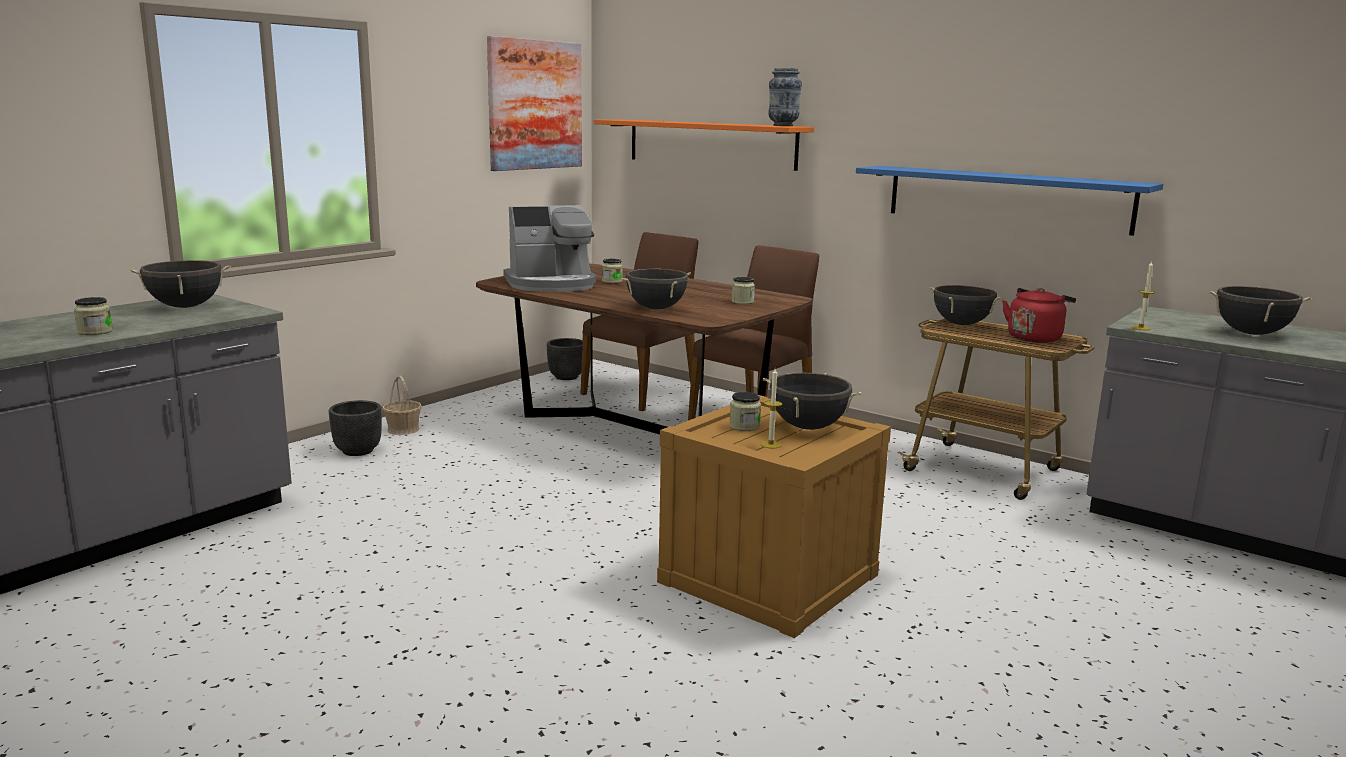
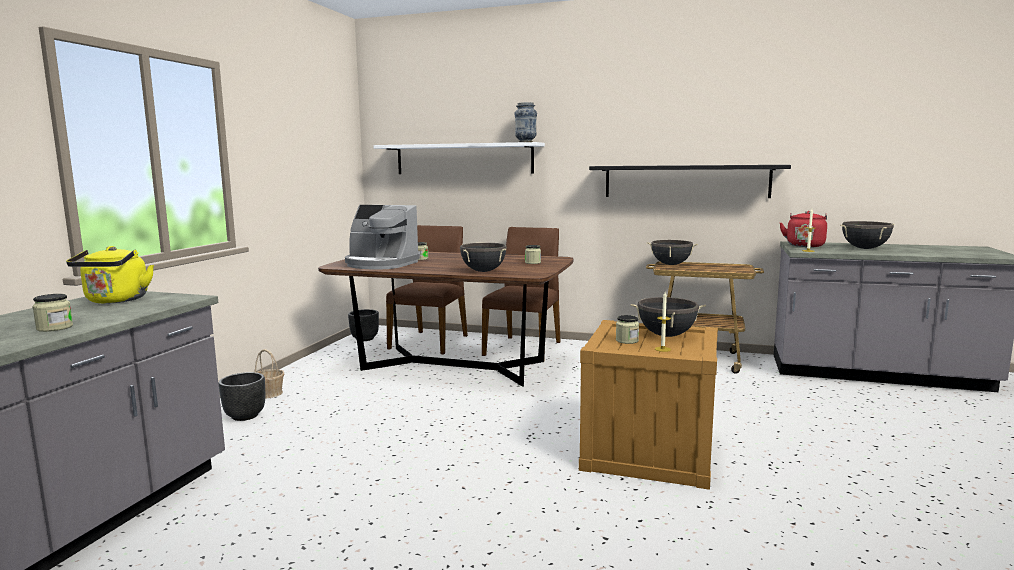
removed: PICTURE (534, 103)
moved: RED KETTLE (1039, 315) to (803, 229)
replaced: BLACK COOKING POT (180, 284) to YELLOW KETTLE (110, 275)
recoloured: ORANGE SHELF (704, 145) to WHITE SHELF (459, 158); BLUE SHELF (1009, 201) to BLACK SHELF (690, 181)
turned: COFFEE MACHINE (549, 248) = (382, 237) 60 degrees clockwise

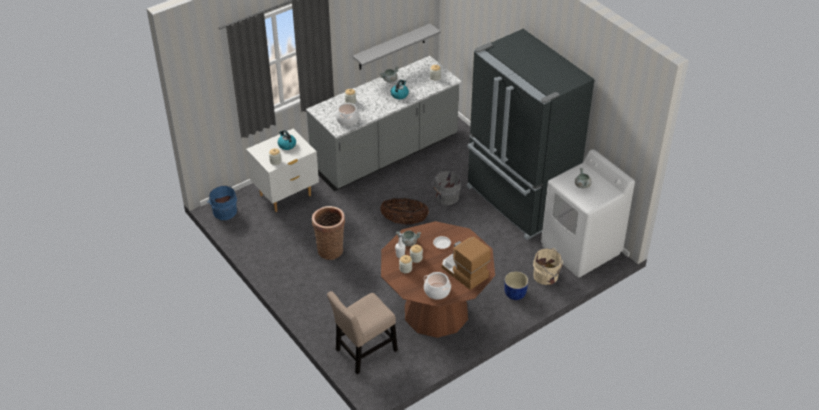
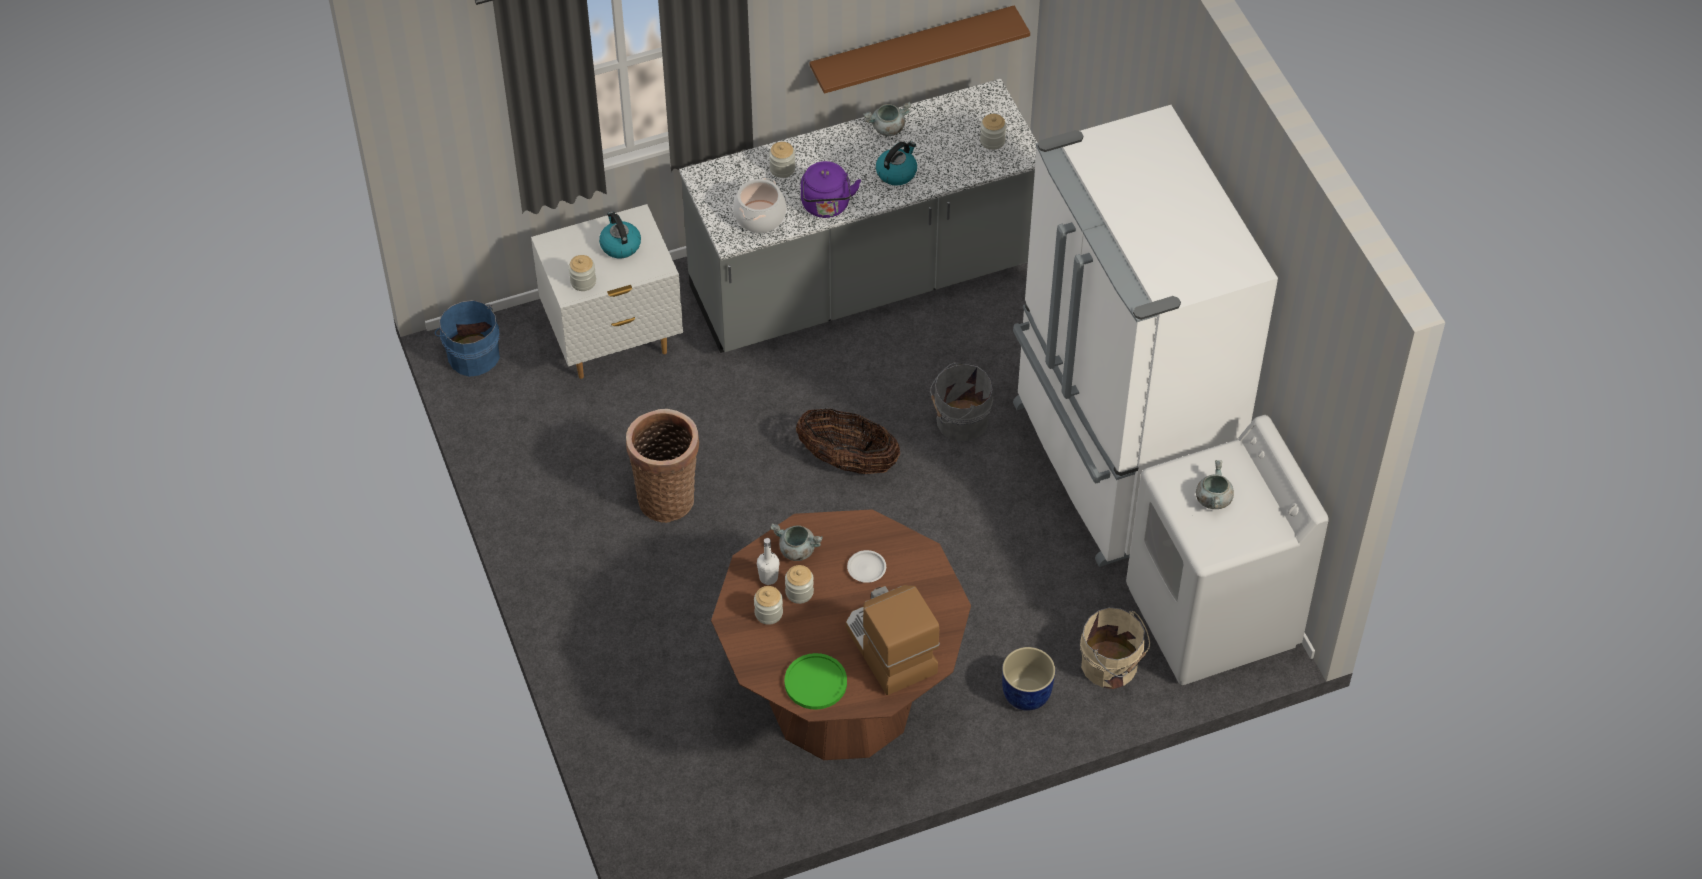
removed: BEIGE CHAIR (362, 332)
added: PURPLE KETTLE (831, 189)
replaced: COOKING POT (437, 286) to GREEN PLATE (815, 681)
recoloured: GREY SHELF (397, 47) to BROWN SHELF (920, 49); BLACK FRIDGE (530, 134) to WHITE FRIDGE (1145, 336)

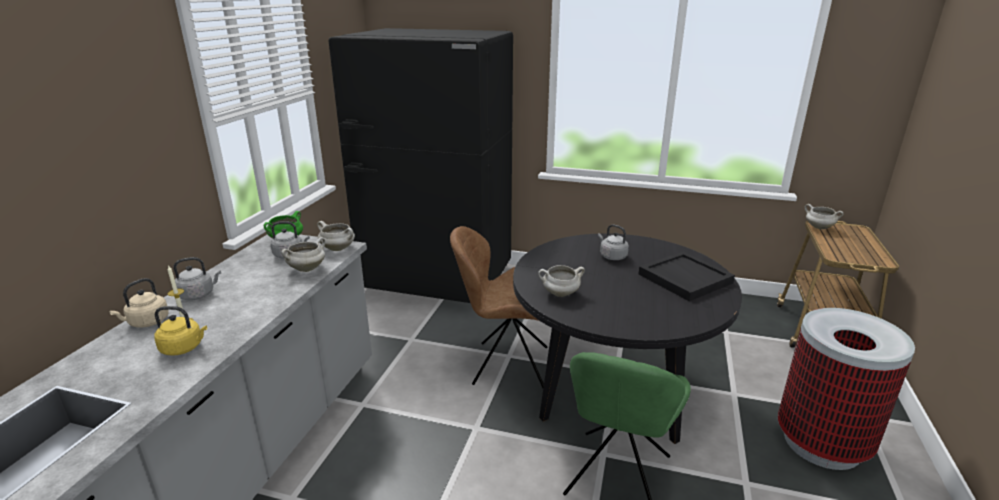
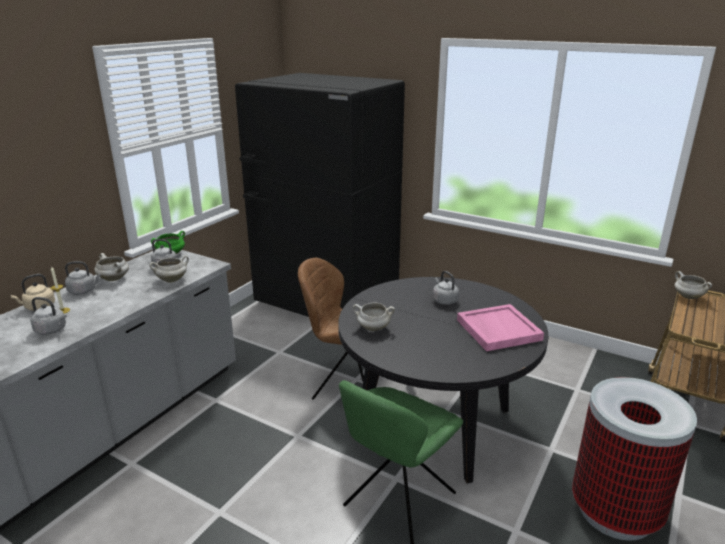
moved: WHITE COOKING POT (336, 236) to (111, 267)
recoloured: YELLOW KETTLE (180, 331) to GREY KETTLE (48, 316); BLACK TRAY (687, 276) to PINK TRAY (500, 327)

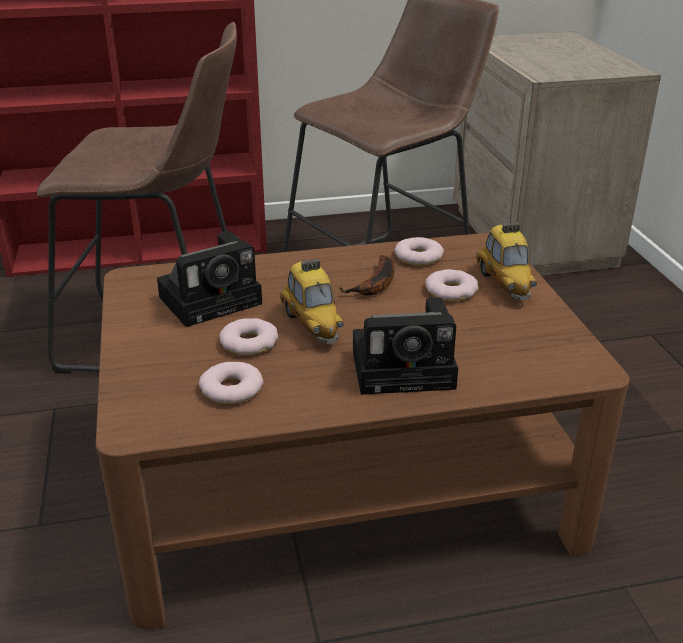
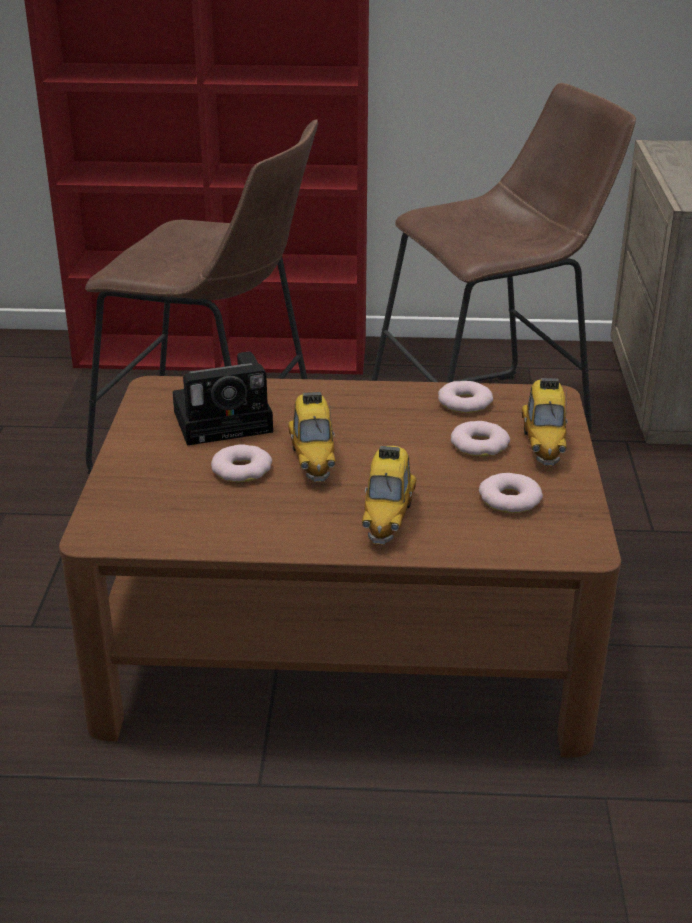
removed: BANANA (366, 275)
moved: DONUT (231, 383) to (511, 493)
replaced: PHOTO CAMERA (405, 346) to TOY CAR (389, 495)

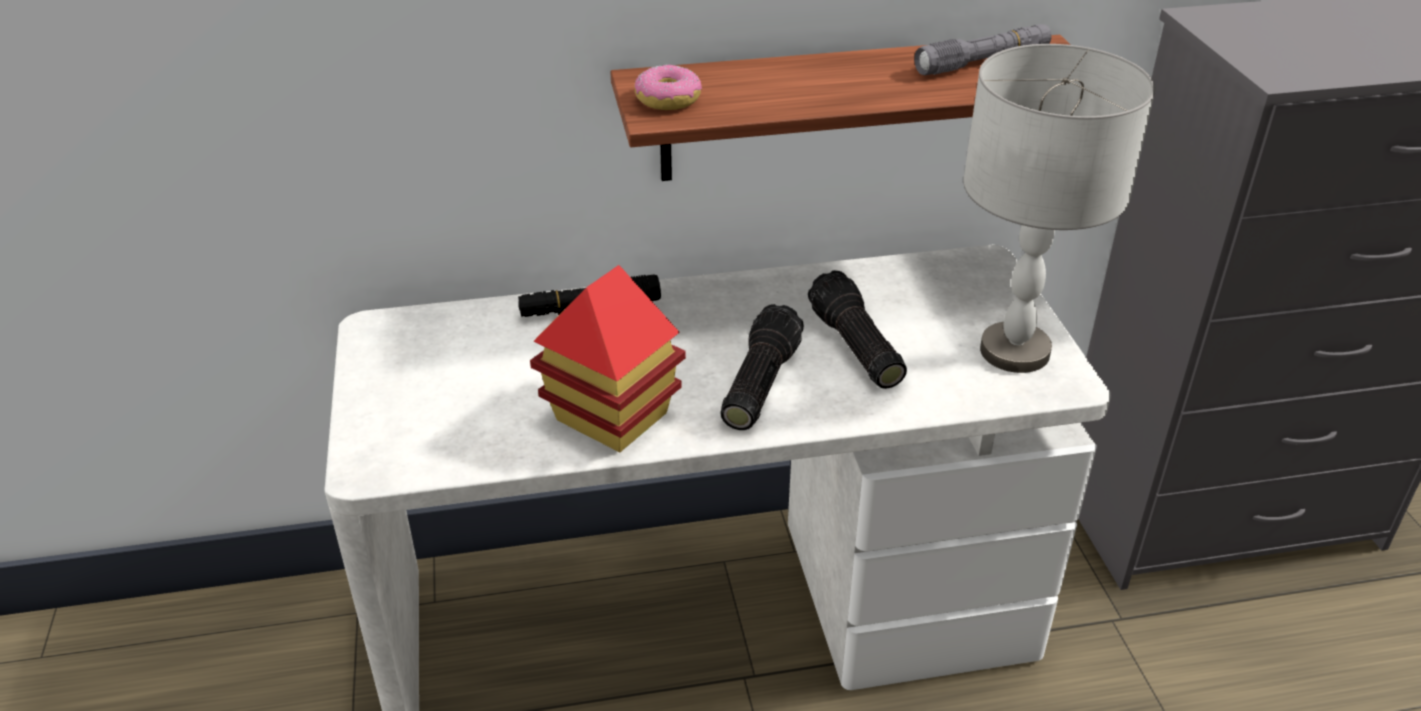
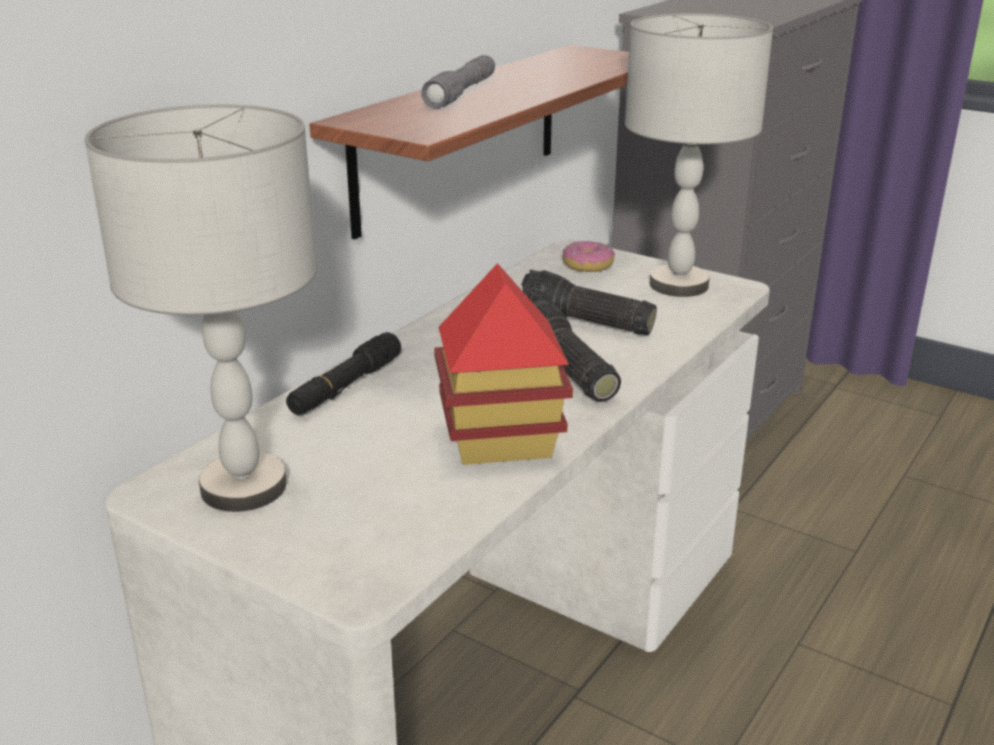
added: GREY TABLE LAMP (201, 308)
moved: DONUT (668, 87) to (589, 256); GREY FLASHLIGHT (983, 49) to (458, 82)

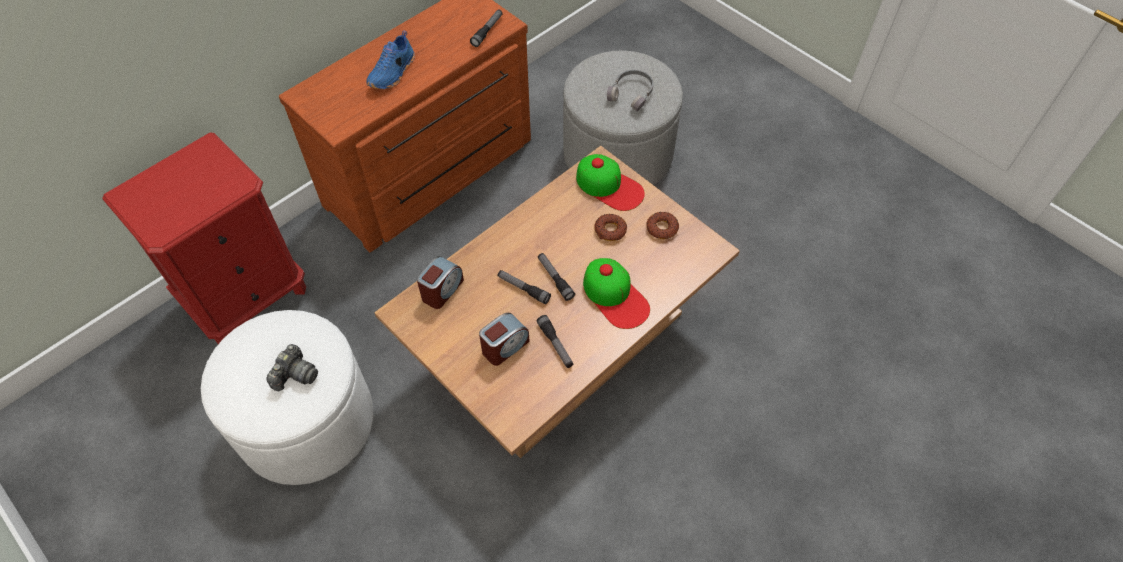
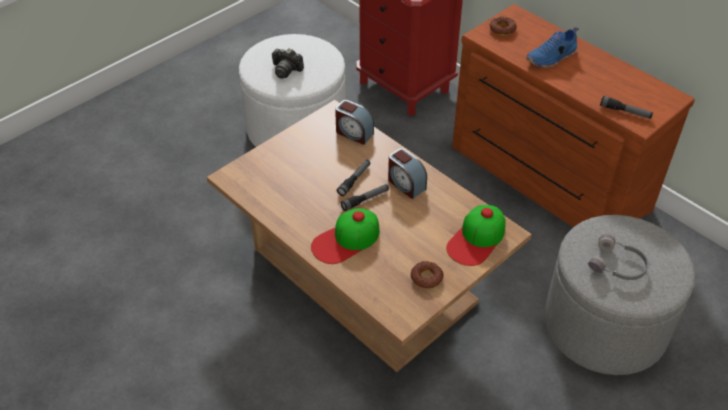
removed: FLASHLIGHT (555, 341)
moved: ALARM CLOCK (504, 339) to (407, 173); DONUT (610, 227) to (503, 26)
turned: BLUE SHOE (390, 60) = (552, 47) 60 degrees counterclockwise

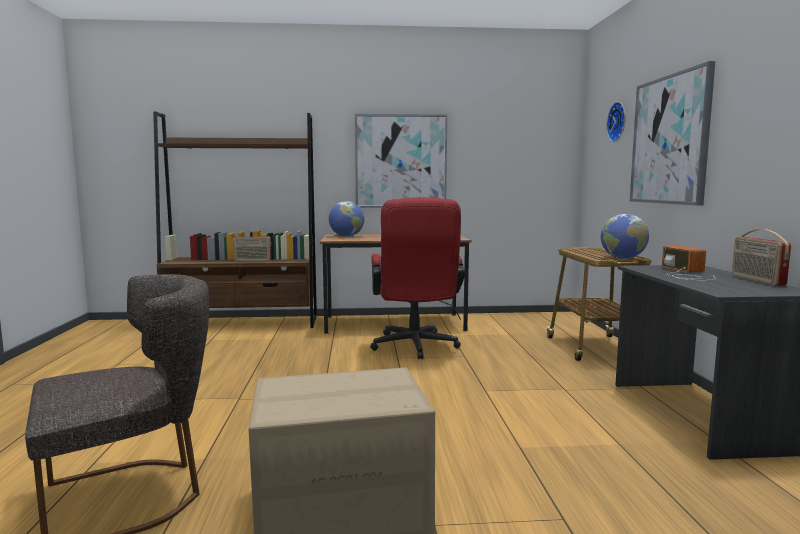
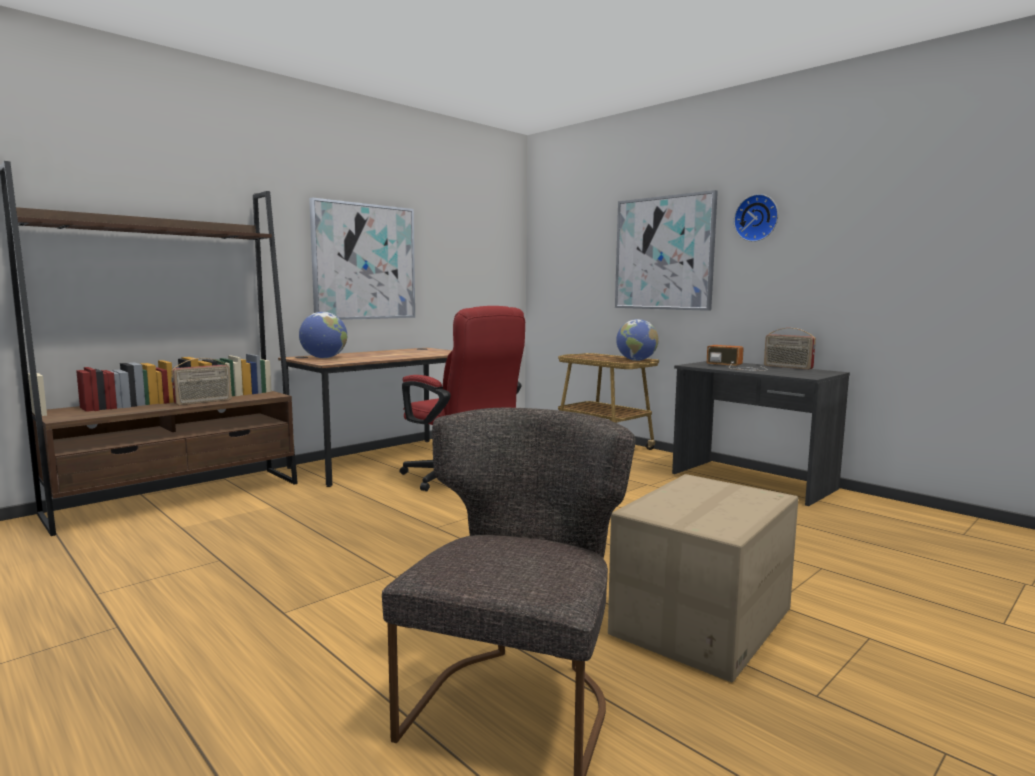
moved: WALL CLOCK (616, 122) to (756, 218)

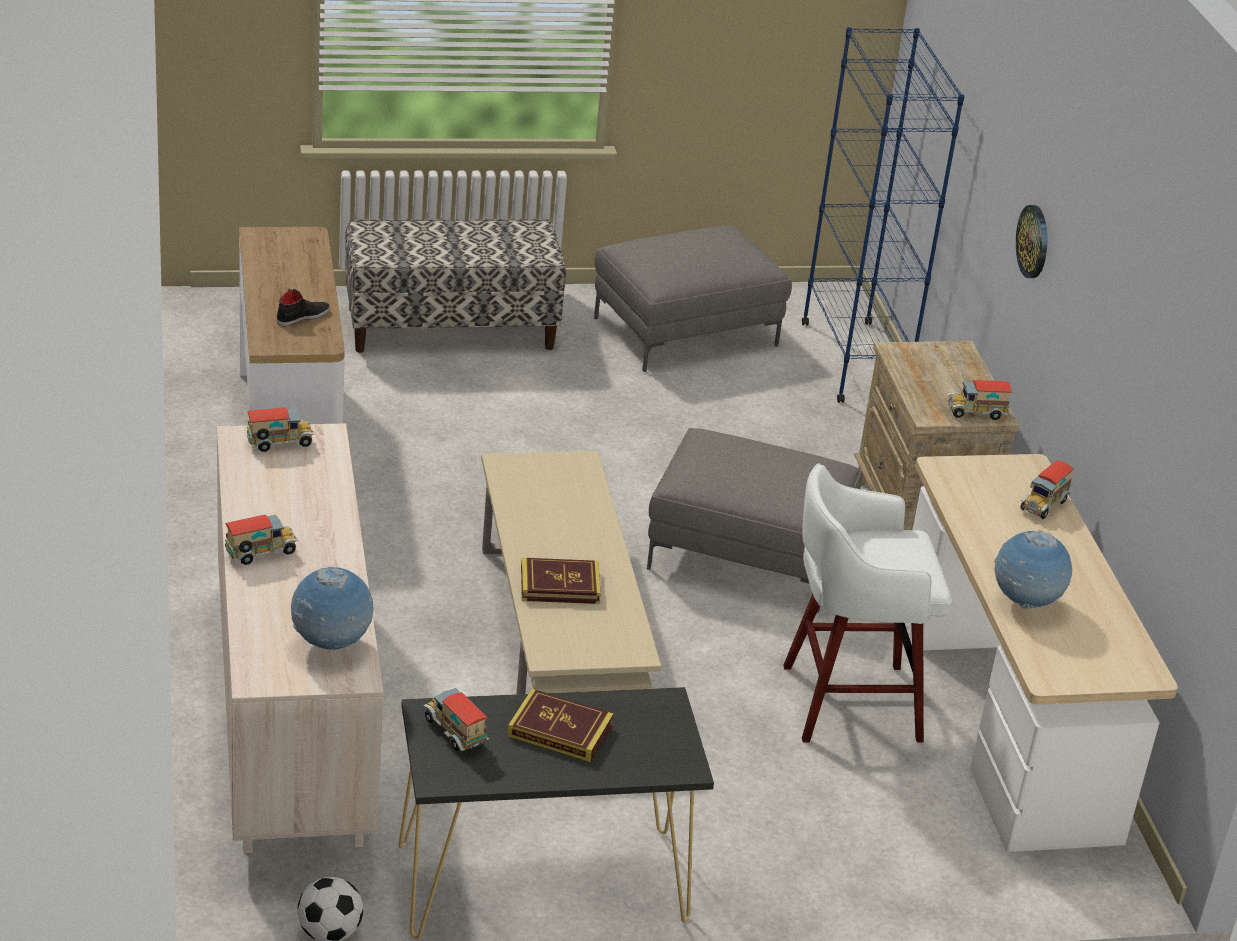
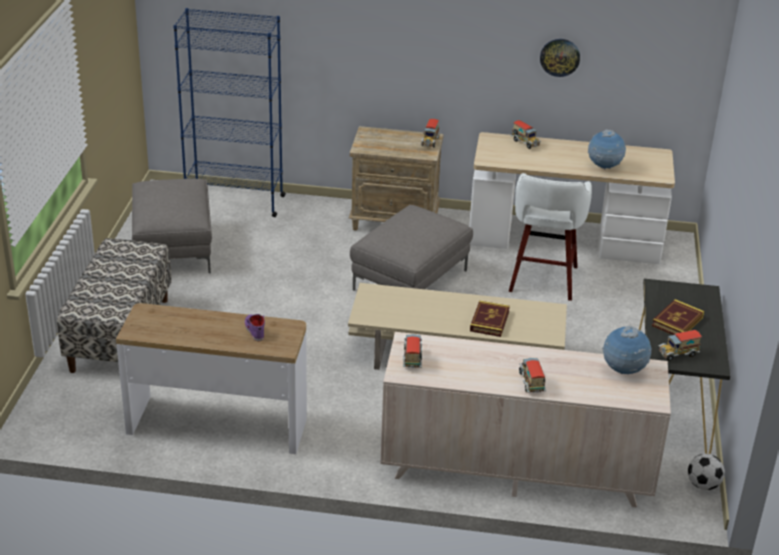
moved: WALL CLOCK (1031, 241) to (560, 58)
recoloured: BLACK SHOE (303, 307) to PURPLE SHOE (255, 327)

